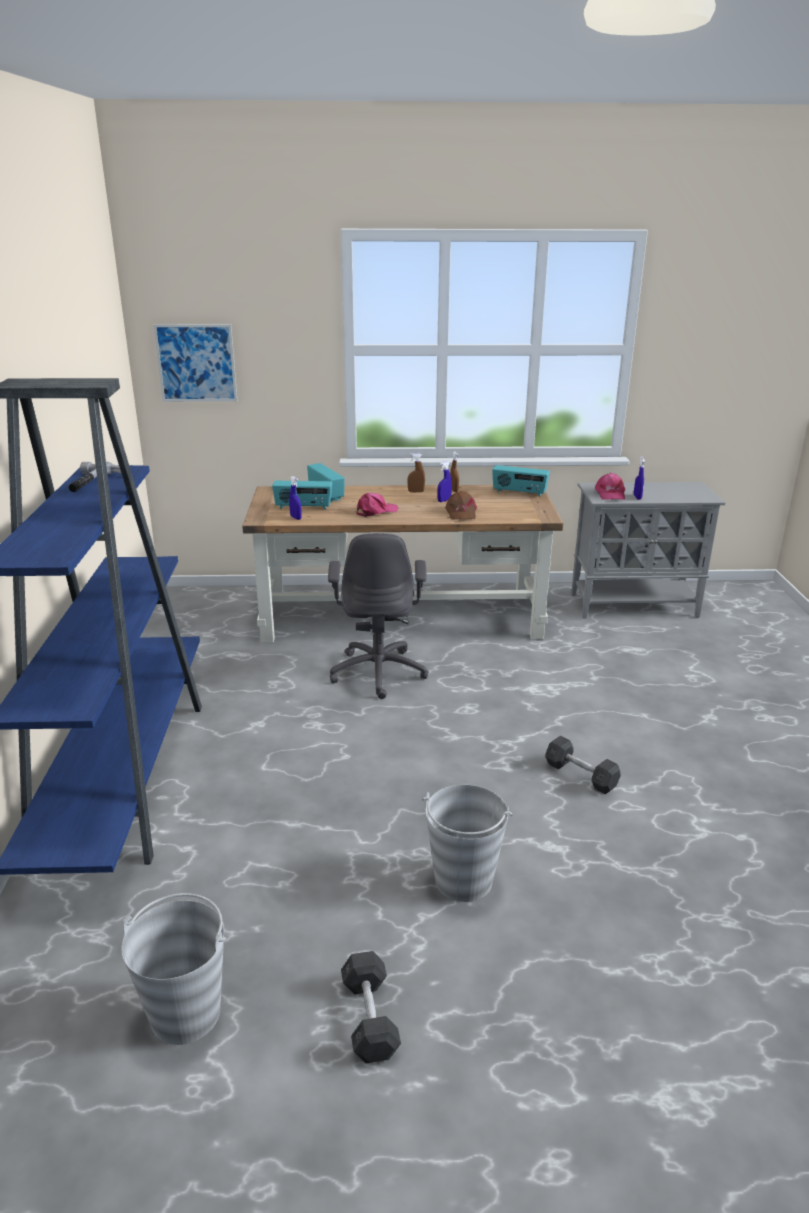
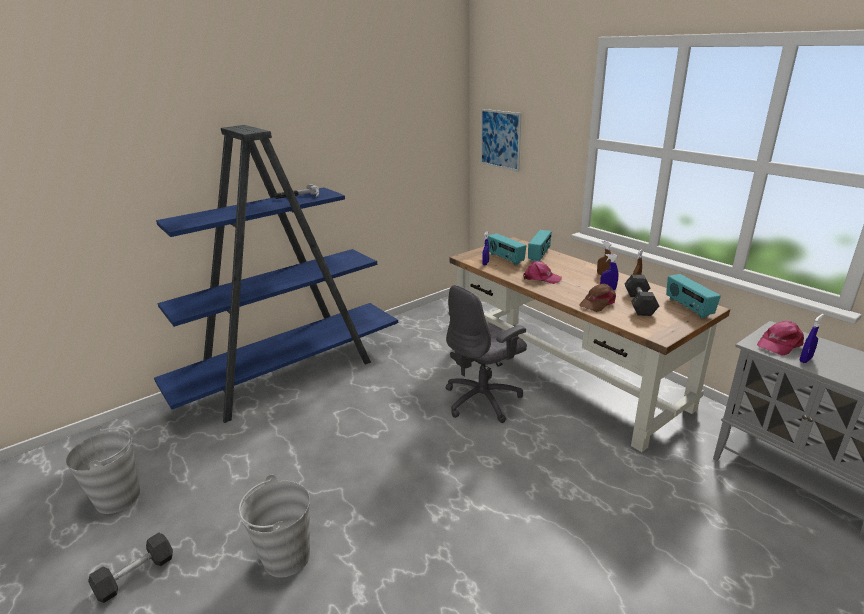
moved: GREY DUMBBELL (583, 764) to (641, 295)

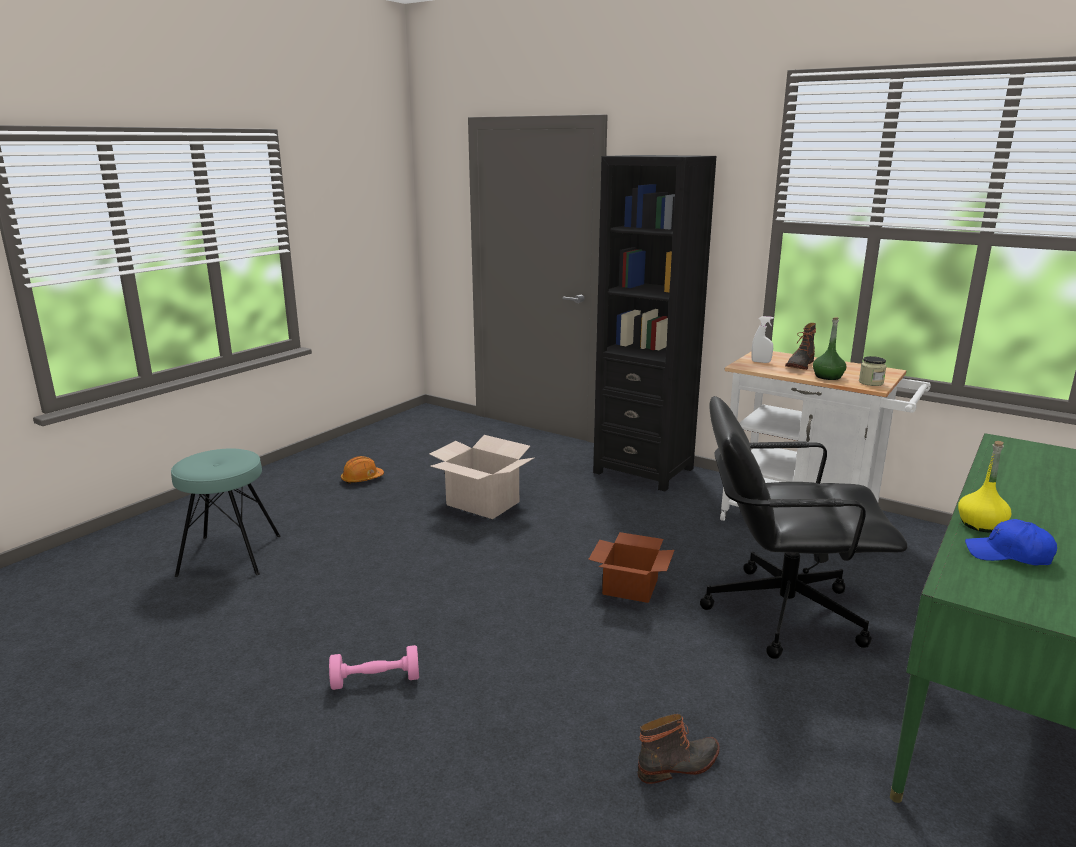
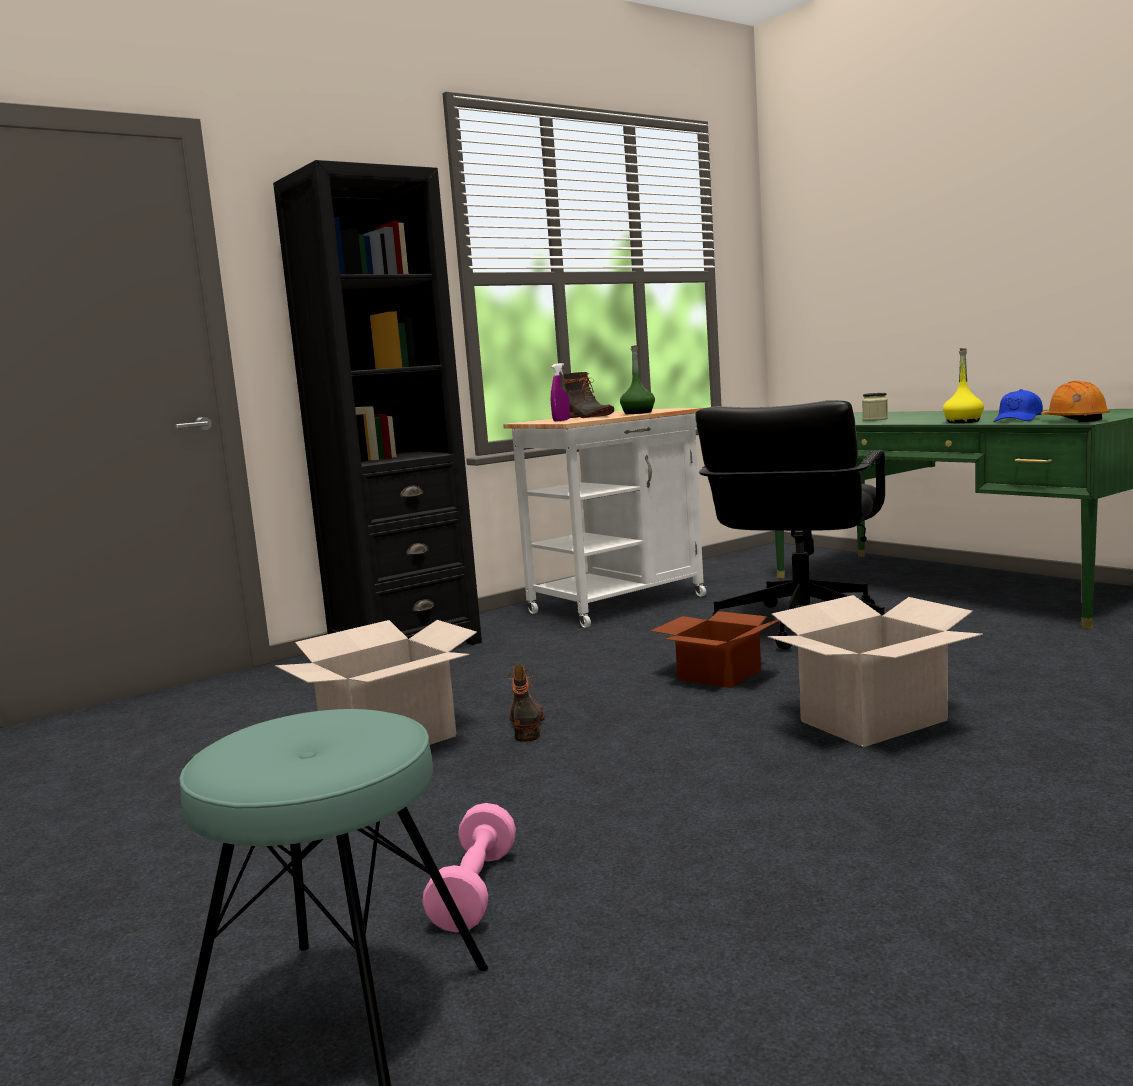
added: CARDBOARD BOX (875, 671)
moved: PINK DUMBBELL (374, 667) to (469, 868); ORANGE HARD HAT (362, 470) to (1075, 401); BOOT (679, 749) to (526, 703); JAR (873, 371) to (875, 407)
recoloured: WHITE SPRAY BOTTLE (762, 339) to PURPLE SPRAY BOTTLE (560, 392)

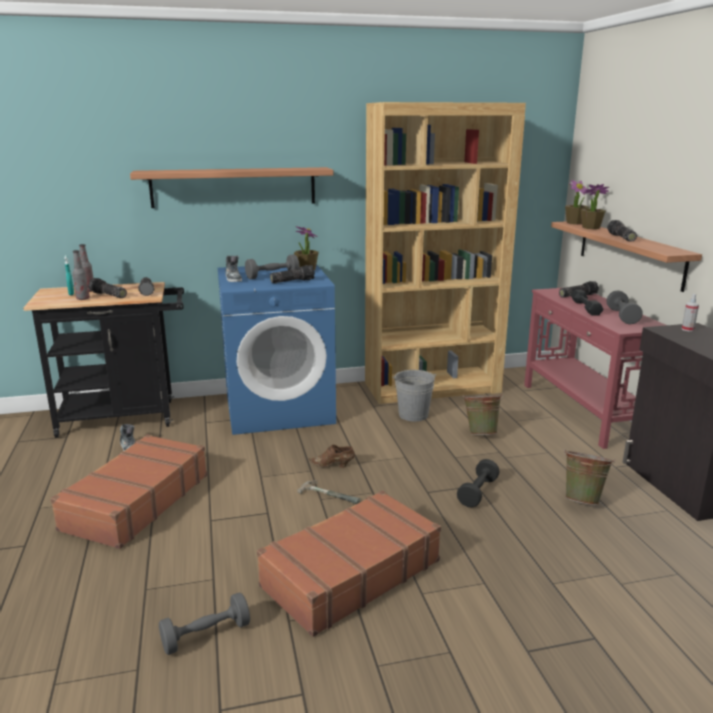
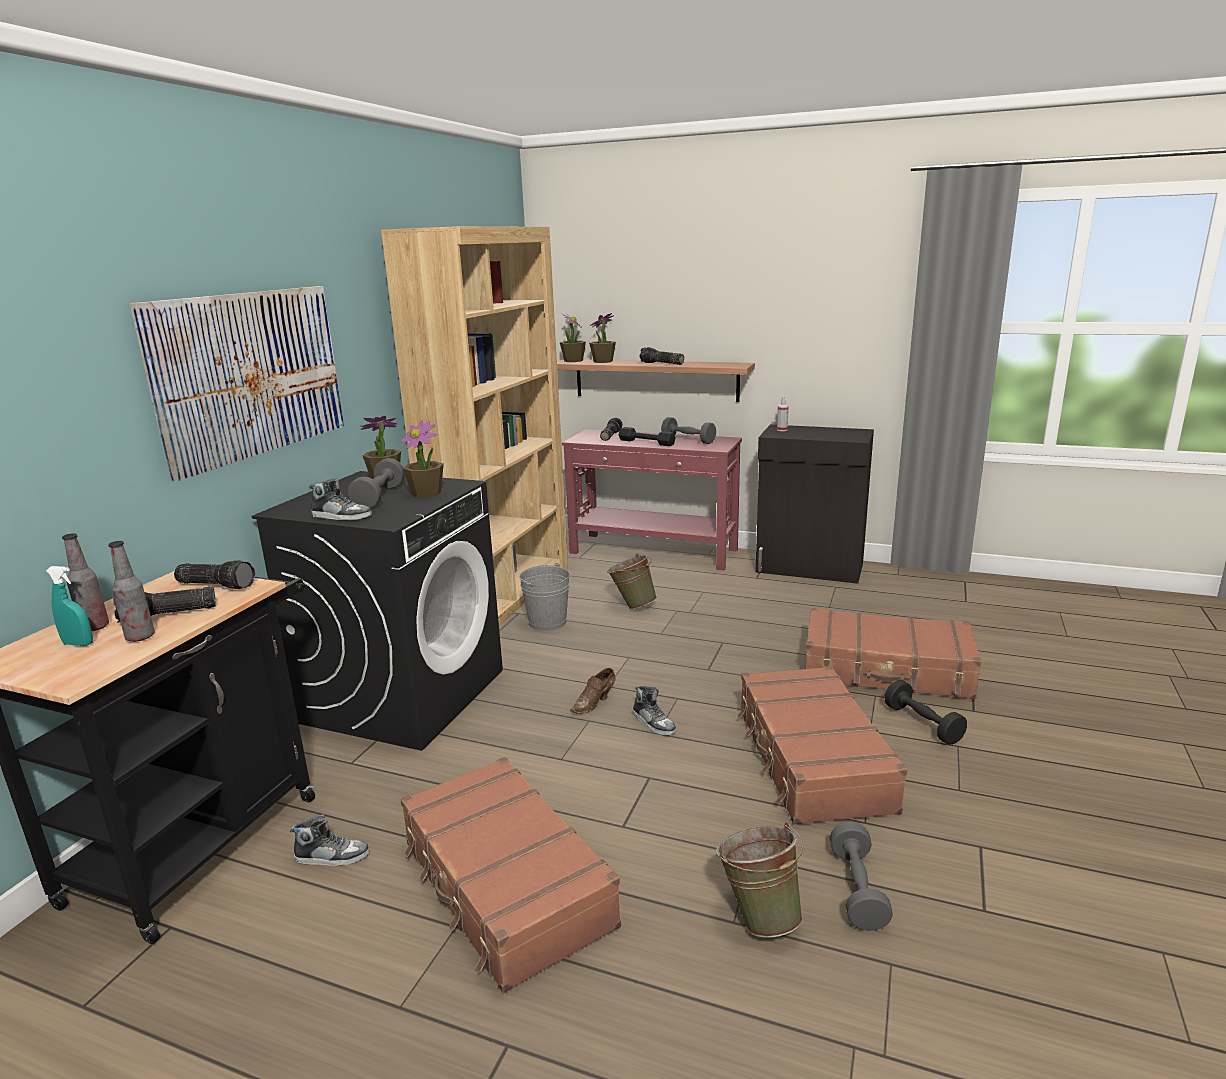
added: BROWN SUITCASE (893, 654)
moved: BLACK DUMBBELL (478, 483) to (926, 712); GREEN BUCKET (589, 476) to (759, 880)
replaced: SHELF (231, 187) to PICTURE (237, 384); FLASHLIGHT (292, 274) to POTTED PLANT (422, 458); HAMMER (329, 492) to SHOE (654, 710)
recoloured: BLUE WASHING MACHINE (277, 349) to BLACK WASHING MACHINE (377, 611)

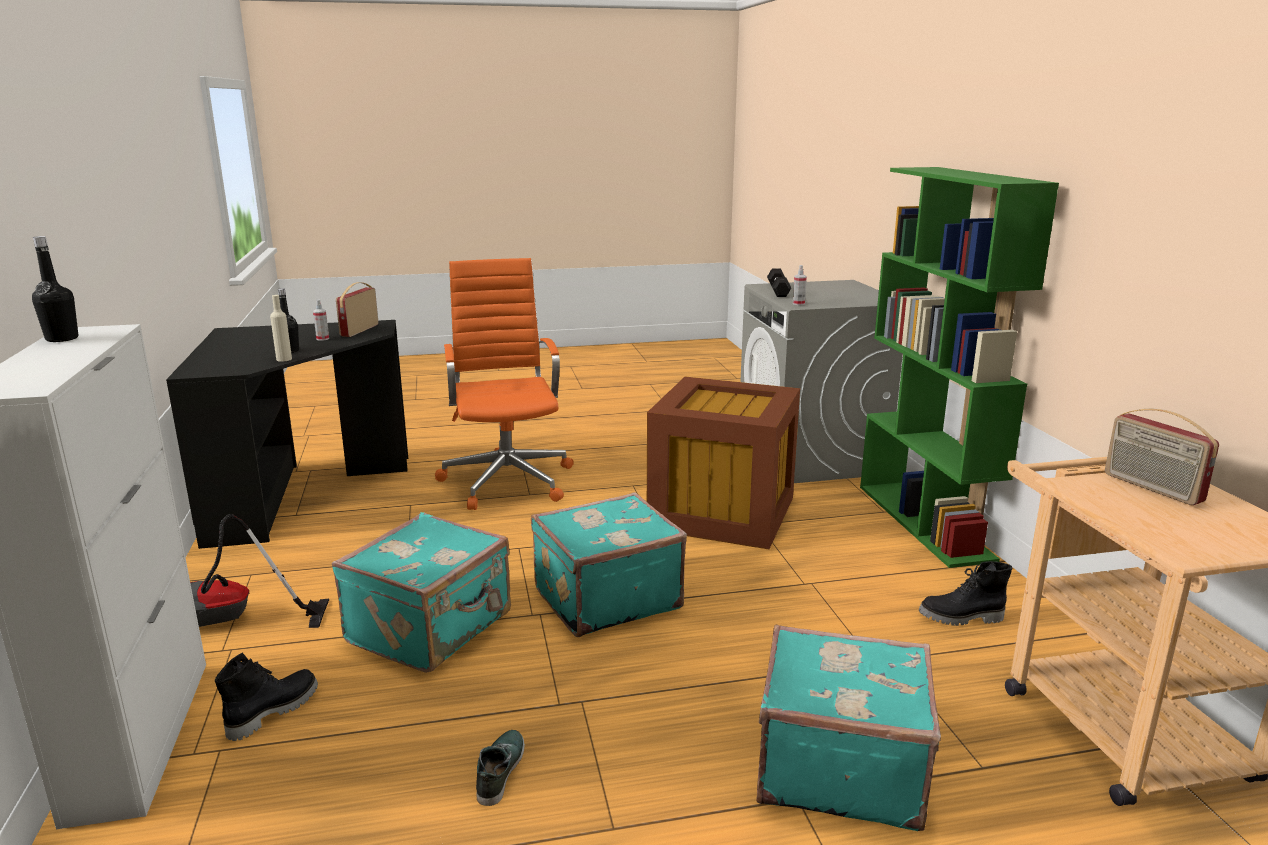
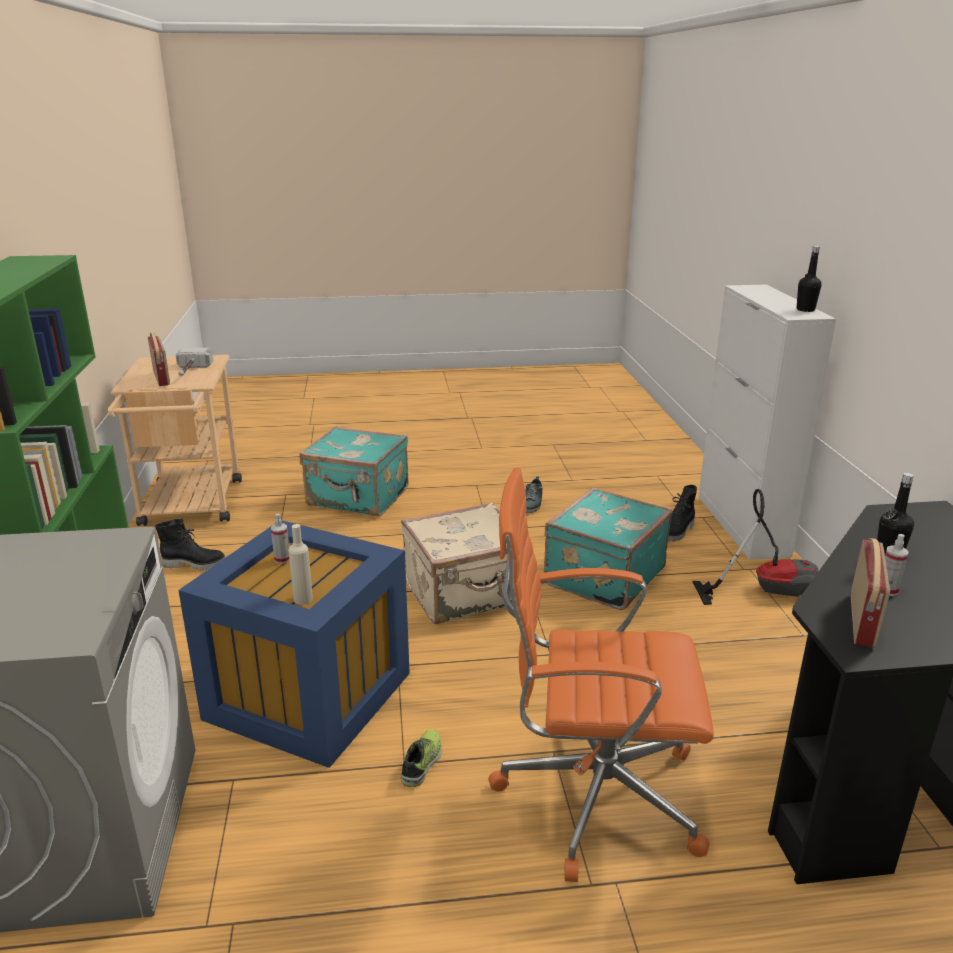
removed: BLACK DUMBBELL (779, 282)
added: HAMMER (194, 362); SHOE (421, 758)
moved: BEIGE BOTTLE (281, 328) to (300, 564); SPRAY BOTTLE (800, 285) to (280, 538)
recoloured: TURQUOISE SUITCASE (609, 564) to BEIGE SUITCASE (456, 563); BROWN STORAGE BOX (723, 463) to BLUE STORAGE BOX (294, 644)
turned: ORANGE OFFICE CHAIR (504, 384) = (601, 674) 105 degrees clockwise

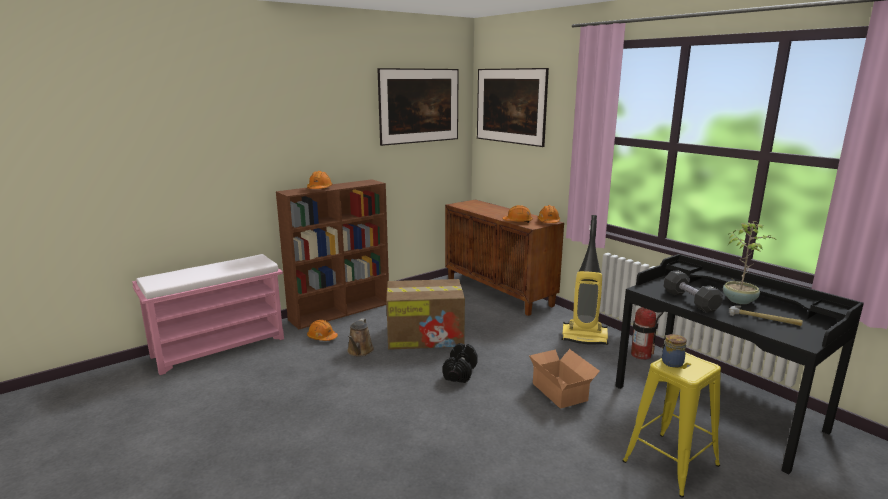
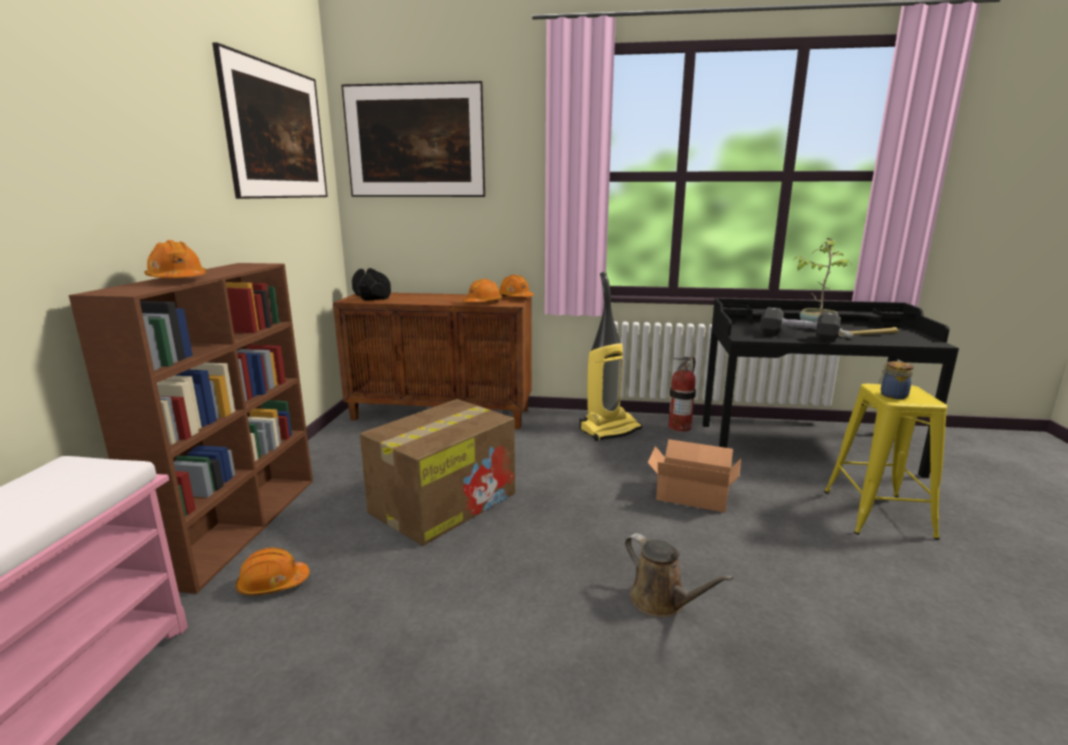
moved: BROWN WATERING CAN (360, 337) to (679, 575); BLACK DUMBBELL (460, 363) to (371, 284)

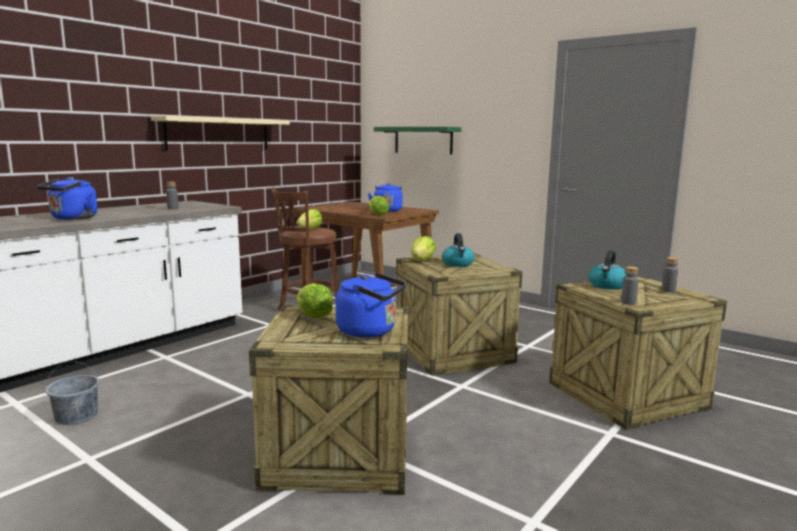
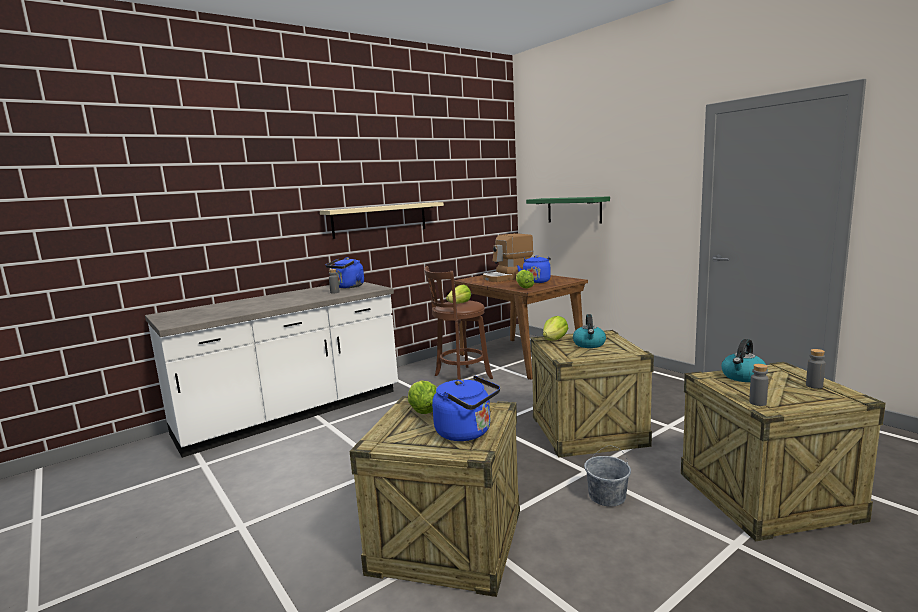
added: COFFEE MACHINE (508, 257)
moved: BLUE KETTLE (67, 198) to (345, 272); GREY BUCKET (72, 393) to (607, 475)

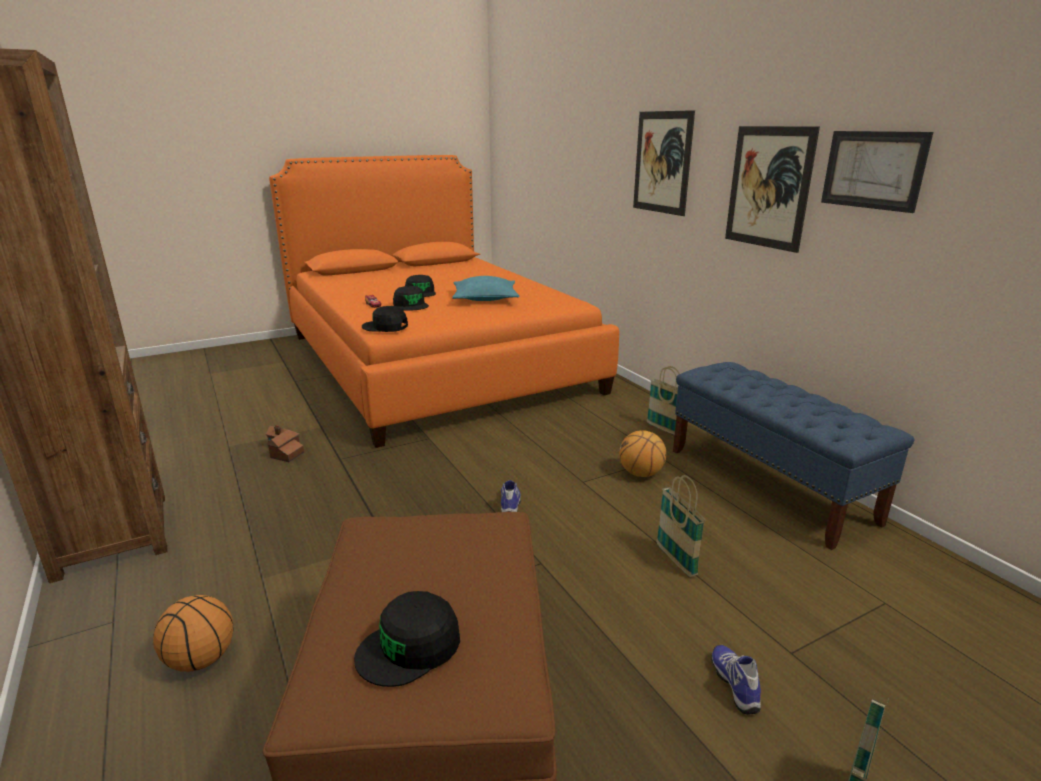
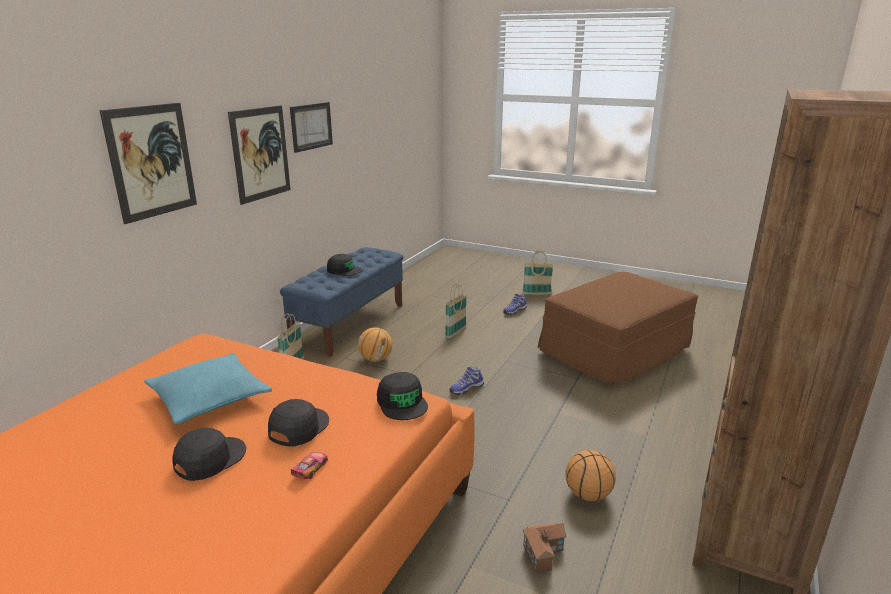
moved: BASKETBALL (193, 633) to (590, 475); BLACK CAP (407, 639) to (344, 265)

